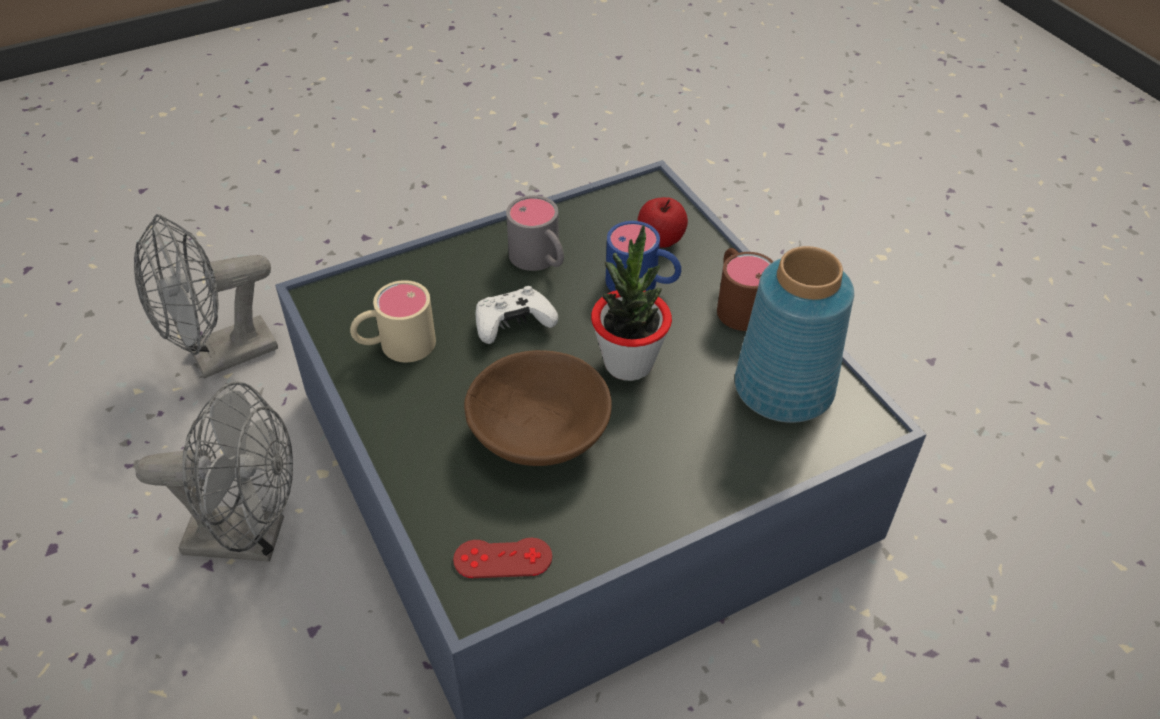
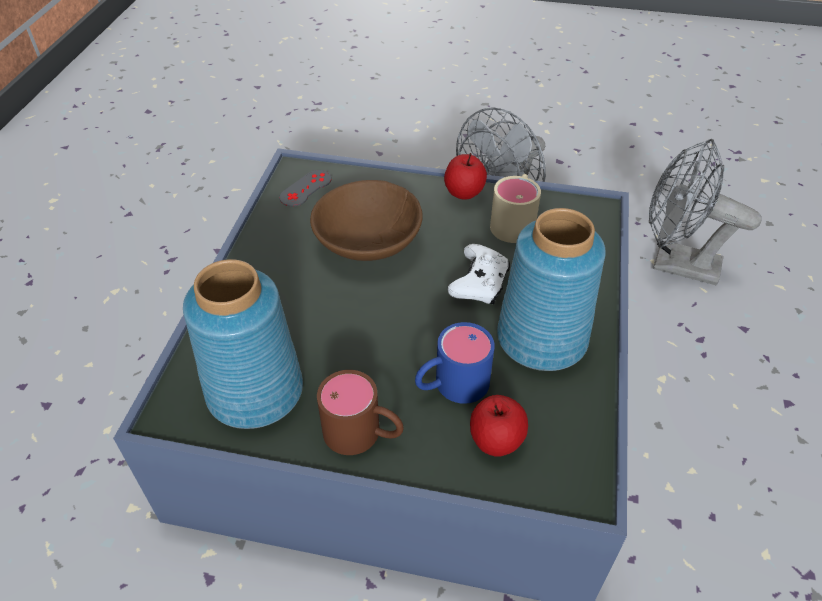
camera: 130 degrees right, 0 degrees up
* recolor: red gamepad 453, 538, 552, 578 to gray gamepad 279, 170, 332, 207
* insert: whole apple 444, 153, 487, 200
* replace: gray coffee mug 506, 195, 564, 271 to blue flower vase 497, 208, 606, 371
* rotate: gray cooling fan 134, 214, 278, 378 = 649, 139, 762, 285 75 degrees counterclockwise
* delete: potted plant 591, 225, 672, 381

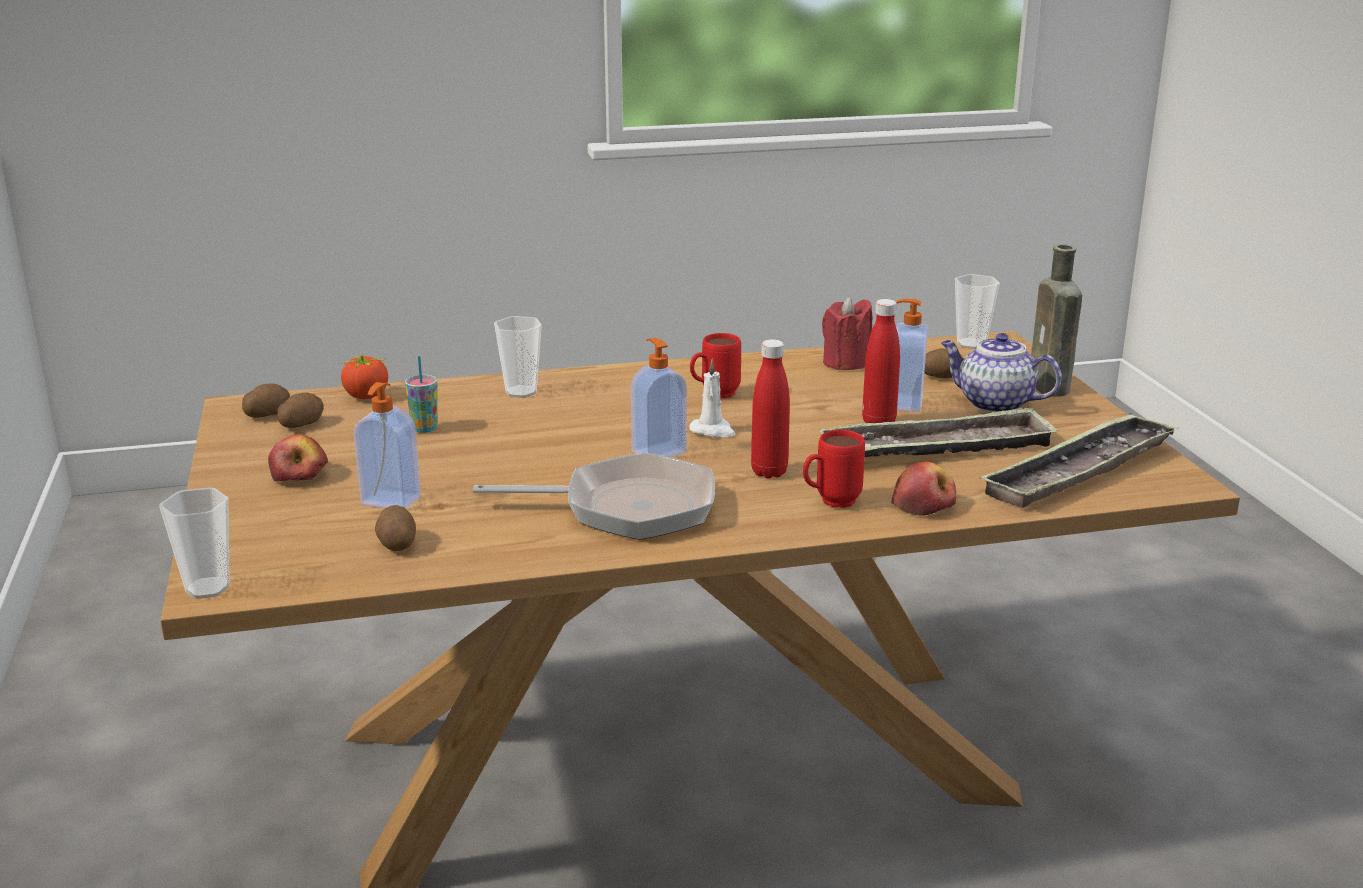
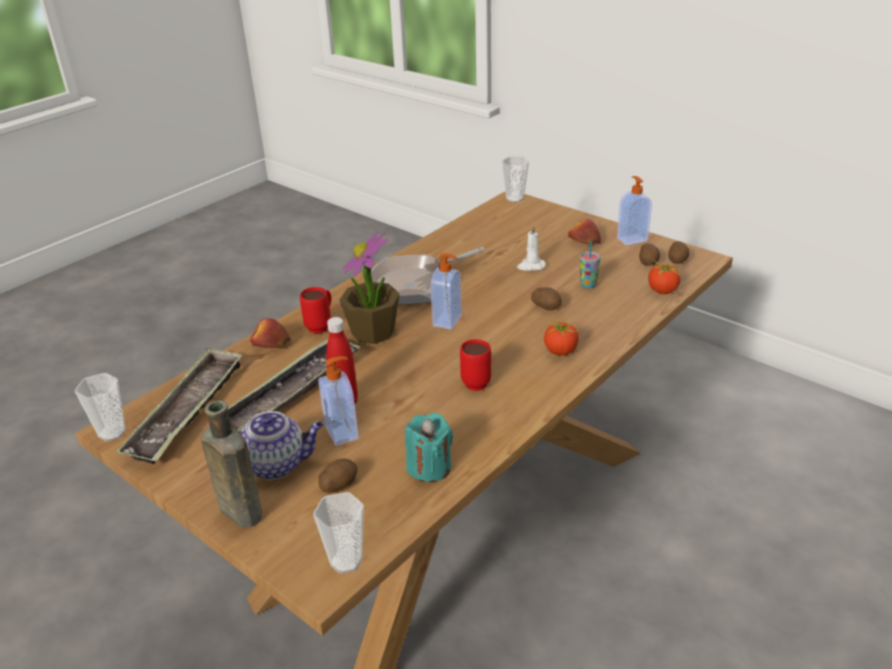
camera: 145 degrees right, 10 degrees up
* move: drinking cup 494, 316, 542, 398 to 75, 373, 126, 441
* replace: red drink bottle 751, 339, 790, 478 to potted plant 339, 232, 400, 344
* recolor: red wax light 822, 296, 872, 370 to turquoise-coloured wax light 405, 413, 453, 482
* move: white-coloured wax light 689, 359, 735, 437 to 517, 225, 546, 271
* move: potato 375, 505, 416, 551 to 531, 287, 562, 310
* insert: whole tomato 544, 322, 580, 356
* move: liquid soap bottle 354, 382, 421, 509 to 617, 176, 652, 245

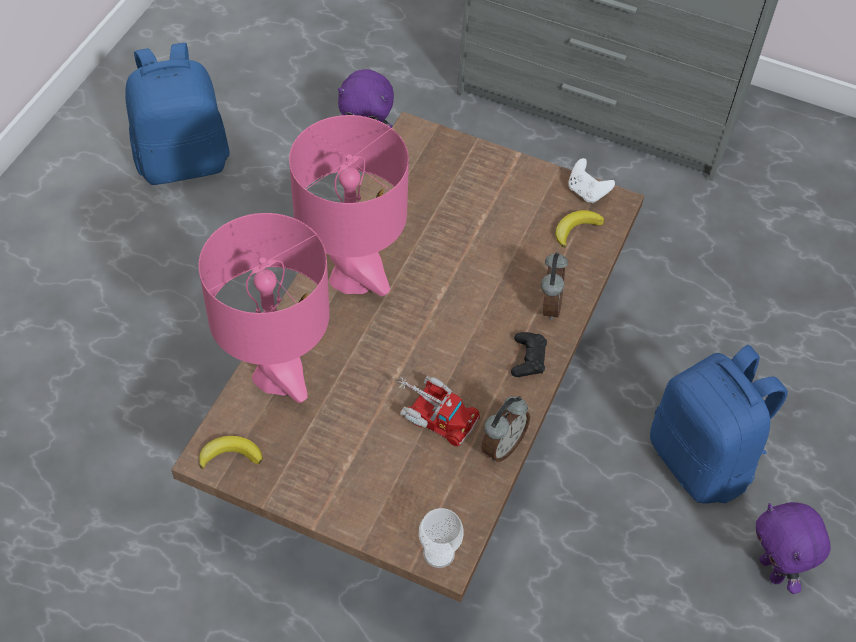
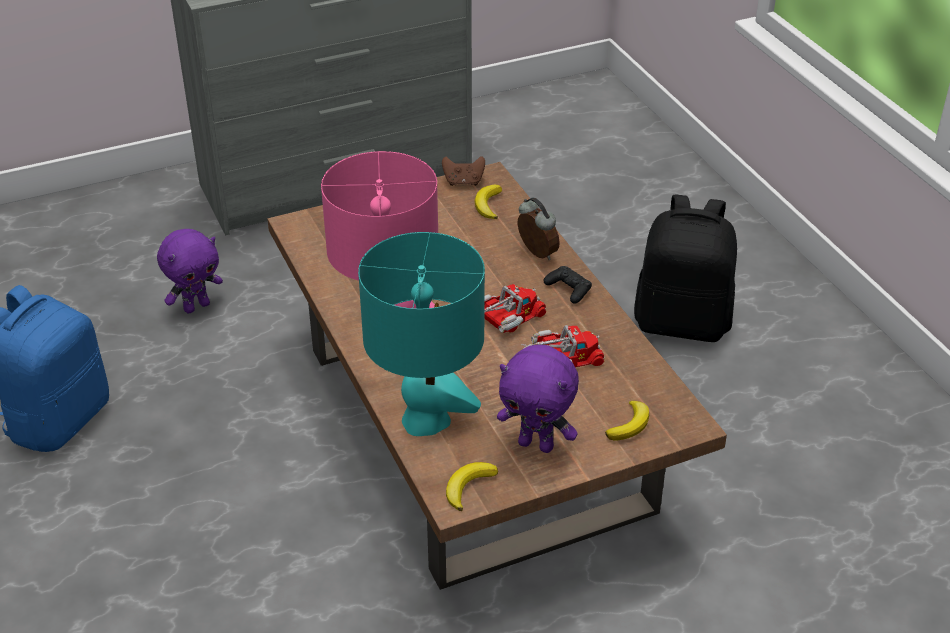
camera: 45 degrees left, 15 degrees down
* recolor: pinkish tabletop lamp 198, 213, 330, 403 to turquoise-coloured tabletop lamp 358, 232, 485, 436
* recolor: white-coloured gamepad 568, 158, 615, 203 to brown-coloured gamepad 442, 156, 485, 186
* insert: model truck 484, 284, 546, 333
* move: purple-coloured cuddly toy 756, 502, 831, 594 to 497, 345, 579, 453
* insert: whole banana 605, 401, 649, 440
* recolor: blue backpack 650, 345, 788, 503 to blackish backpack 634, 195, 737, 342
* delete: drinking cup 419, 508, 464, 568
* delete: alarm clock 481, 396, 530, 462

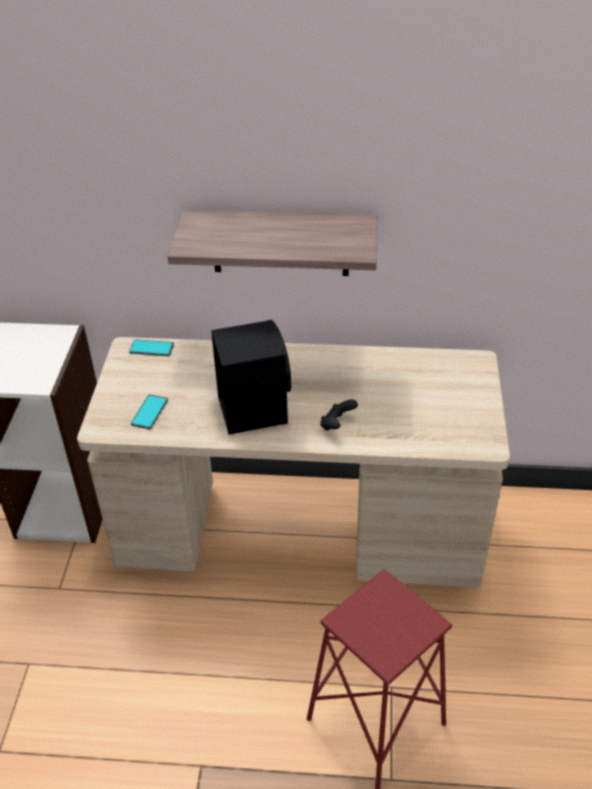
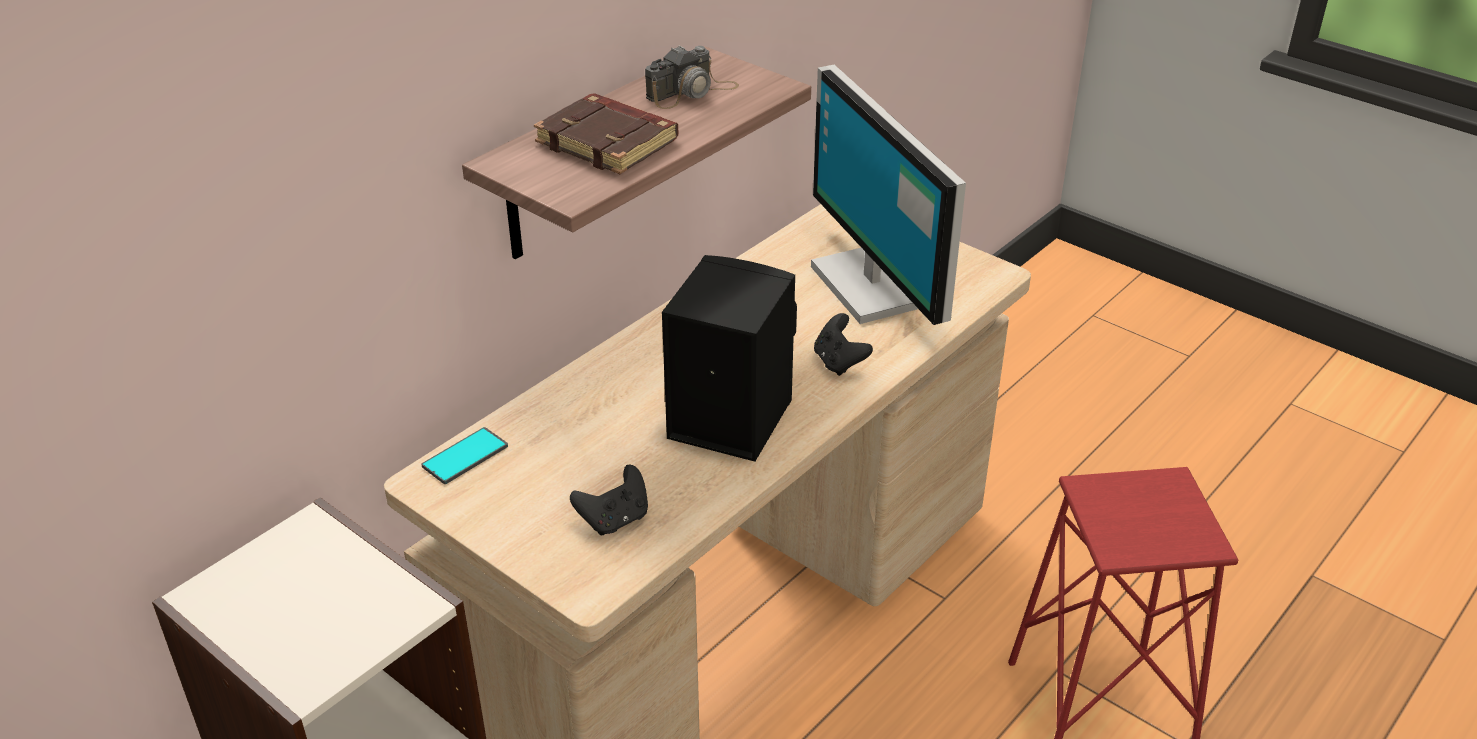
camera: 55 degrees left, 5 degrees down
* insert: brown-coloured book 534, 93, 678, 174
* replace: phone 131, 395, 168, 429 to blackish gamepad 570, 465, 648, 536
* insert: still camera 645, 45, 739, 109
* insert: monitor 811, 65, 966, 325

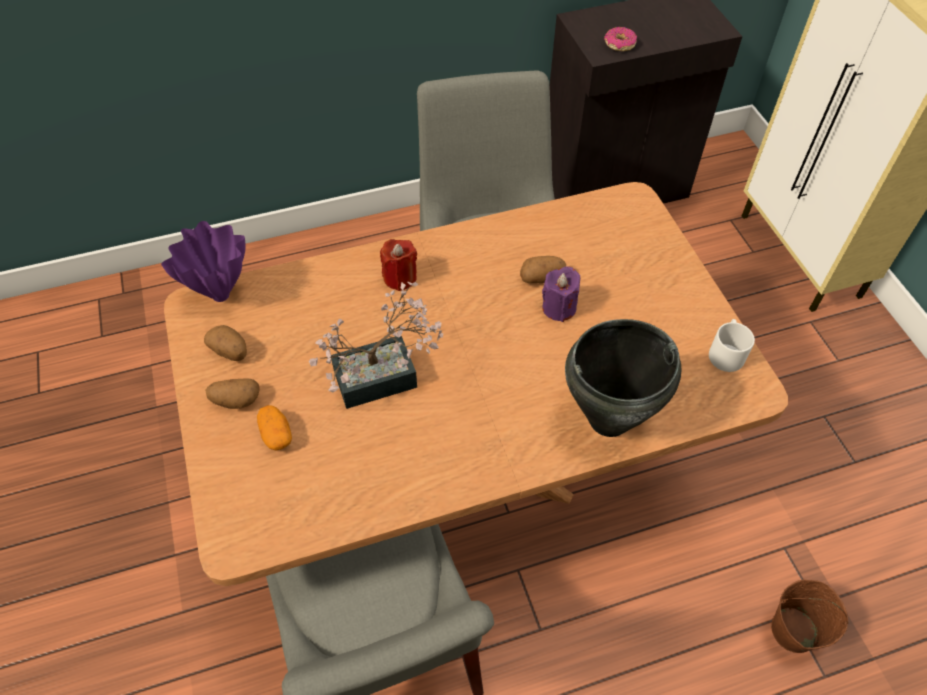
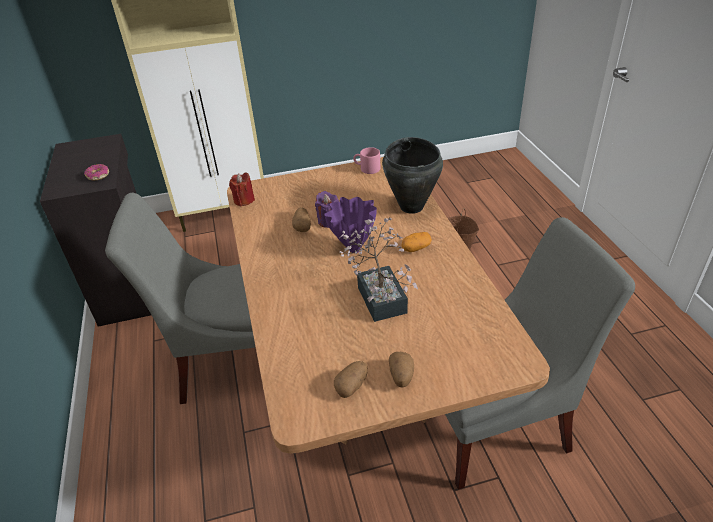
camera: 85 degrees left, 15 degrees down
* move: red wax light 380, 239, 417, 291 to 229, 172, 255, 207
* move: purple-coloured flower vase 161, 221, 246, 302 to 324, 197, 377, 253
* recolor: white-coloured coffee mug 709, 319, 755, 372 to pinkish coffee mug 353, 147, 380, 174
* move: potato 257, 405, 292, 451 to 401, 232, 432, 252

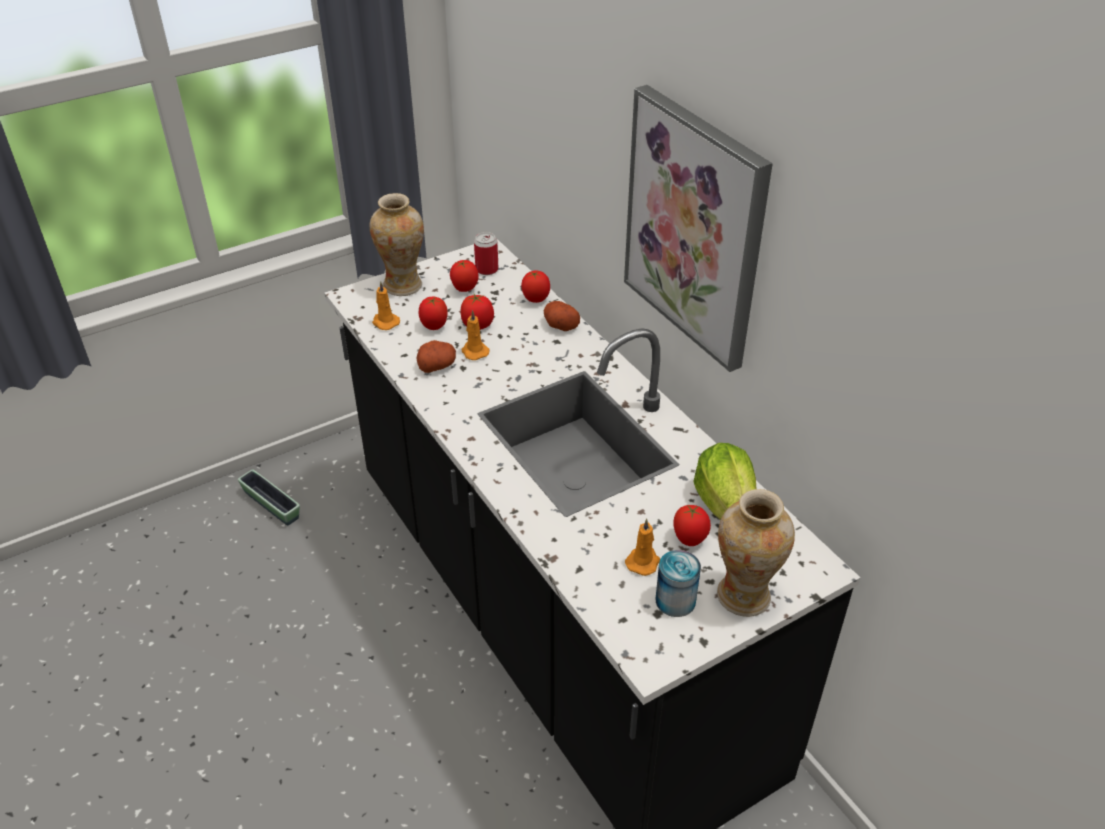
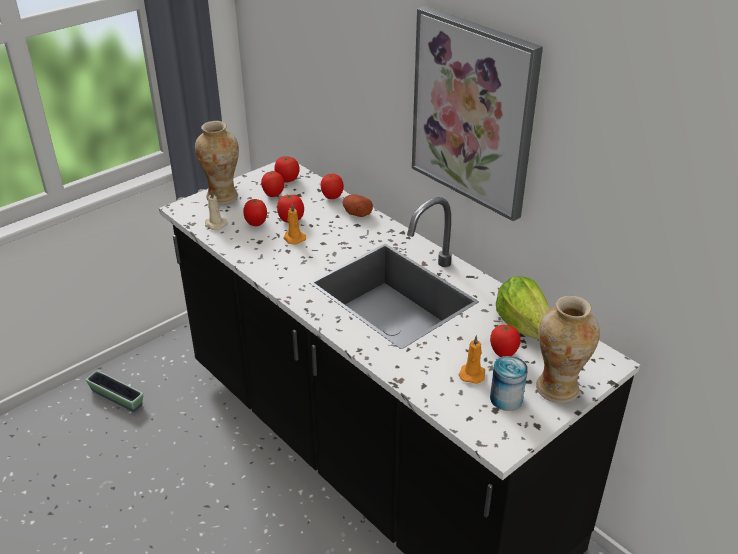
camera: 10 degrees left, 5 degrees down
* recolor: orange-coloured wax light 372, 281, 400, 330 to beige-coloured wax light 205, 190, 228, 230
* replace: can 474, 232, 499, 275 to whole tomato 274, 156, 300, 182
* delete: potato 416, 340, 456, 373

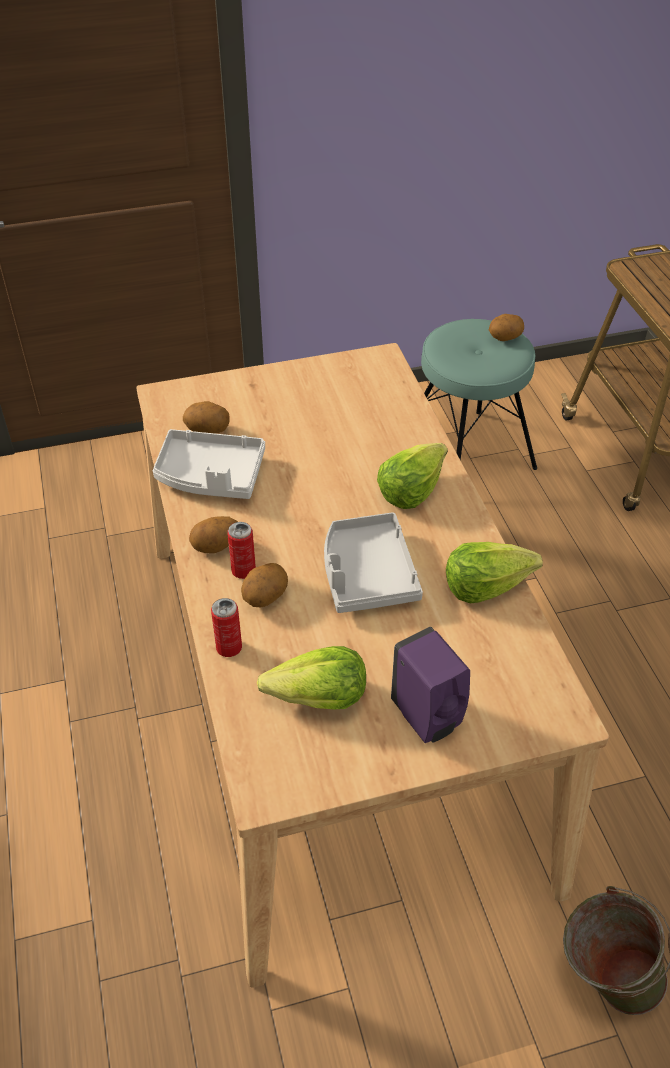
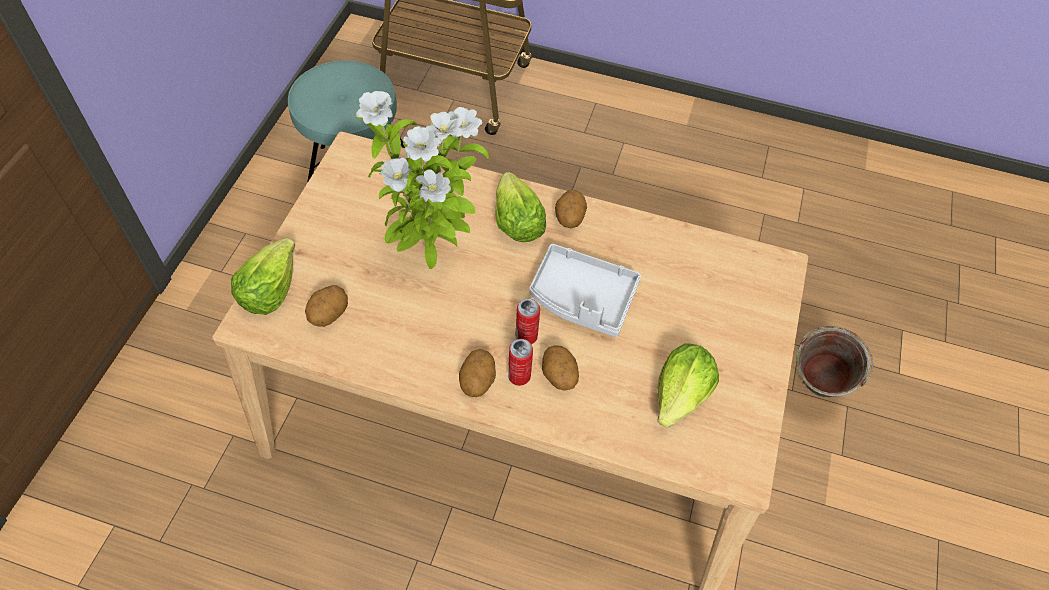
camera: 60 degrees left, 10 degrees up
* move: lettuce 446, 542, 543, 604 to 231, 238, 295, 315
* insert: potted plant 356, 91, 489, 269
* move: can 211, 598, 242, 657 to 516, 298, 540, 344
* move: potato 489, 314, 524, 341 to 555, 190, 587, 228
* delete: white-coloured serving tray 153, 429, 265, 499
* delete: purple-coloured liquid soap bottle 391, 627, 470, 743

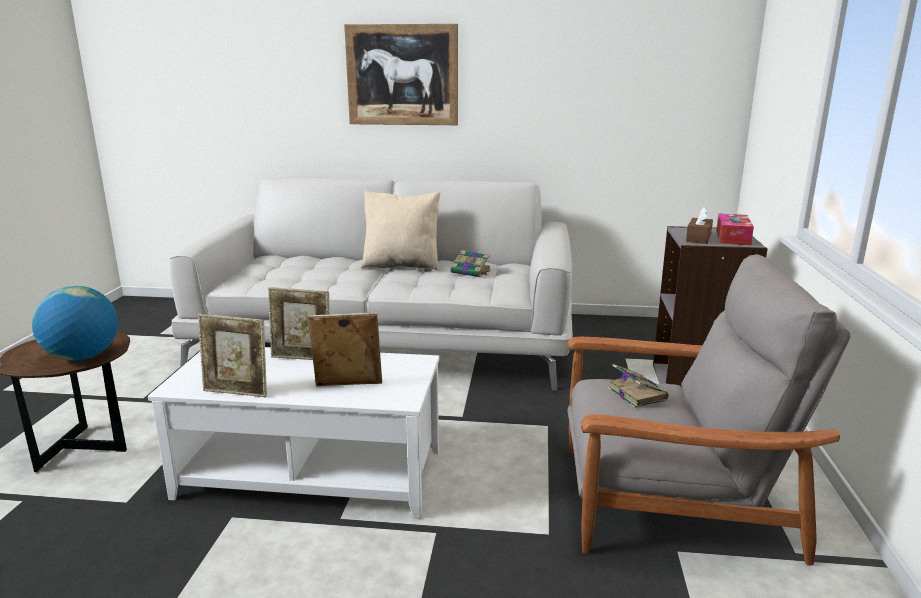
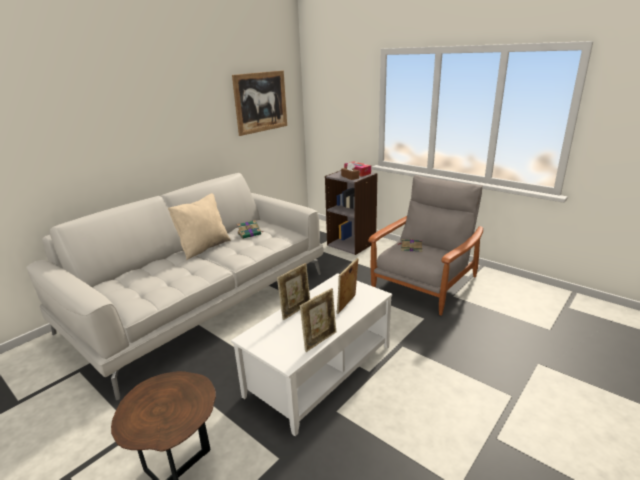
camera: 55 degrees left, 5 degrees up
* move: wall art 344, 24, 458, 125 to 232, 70, 287, 136
* delete: globe 32, 286, 118, 361

